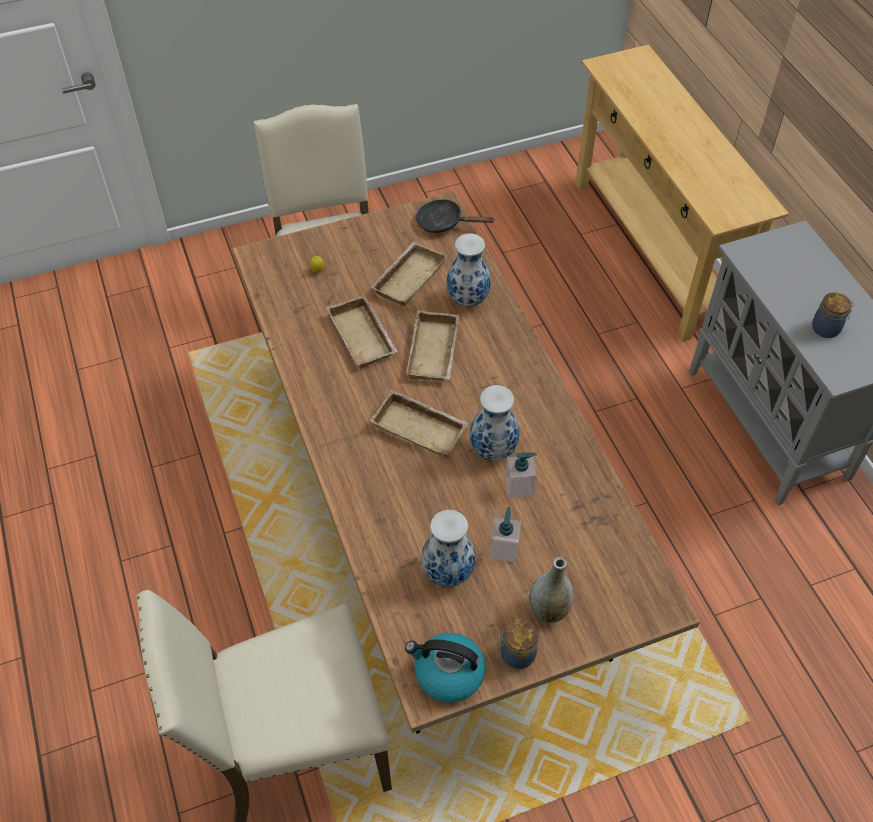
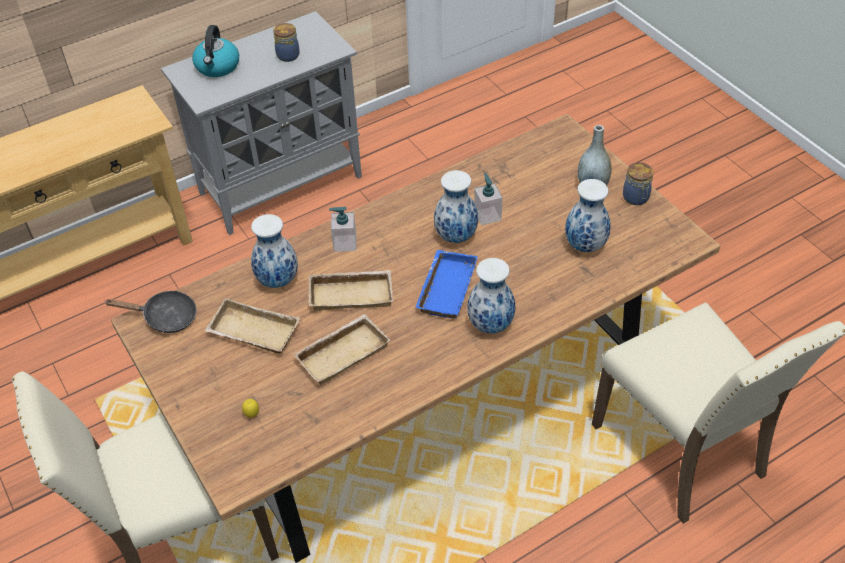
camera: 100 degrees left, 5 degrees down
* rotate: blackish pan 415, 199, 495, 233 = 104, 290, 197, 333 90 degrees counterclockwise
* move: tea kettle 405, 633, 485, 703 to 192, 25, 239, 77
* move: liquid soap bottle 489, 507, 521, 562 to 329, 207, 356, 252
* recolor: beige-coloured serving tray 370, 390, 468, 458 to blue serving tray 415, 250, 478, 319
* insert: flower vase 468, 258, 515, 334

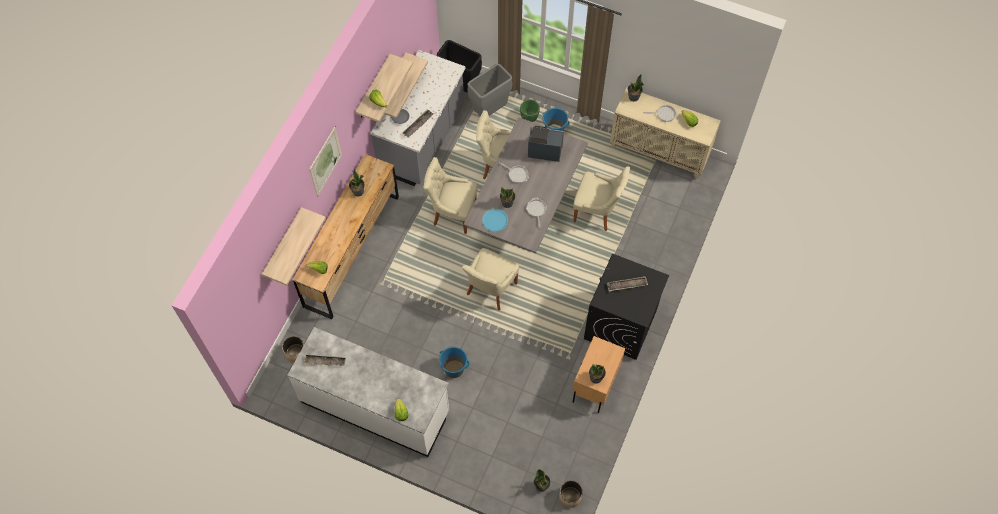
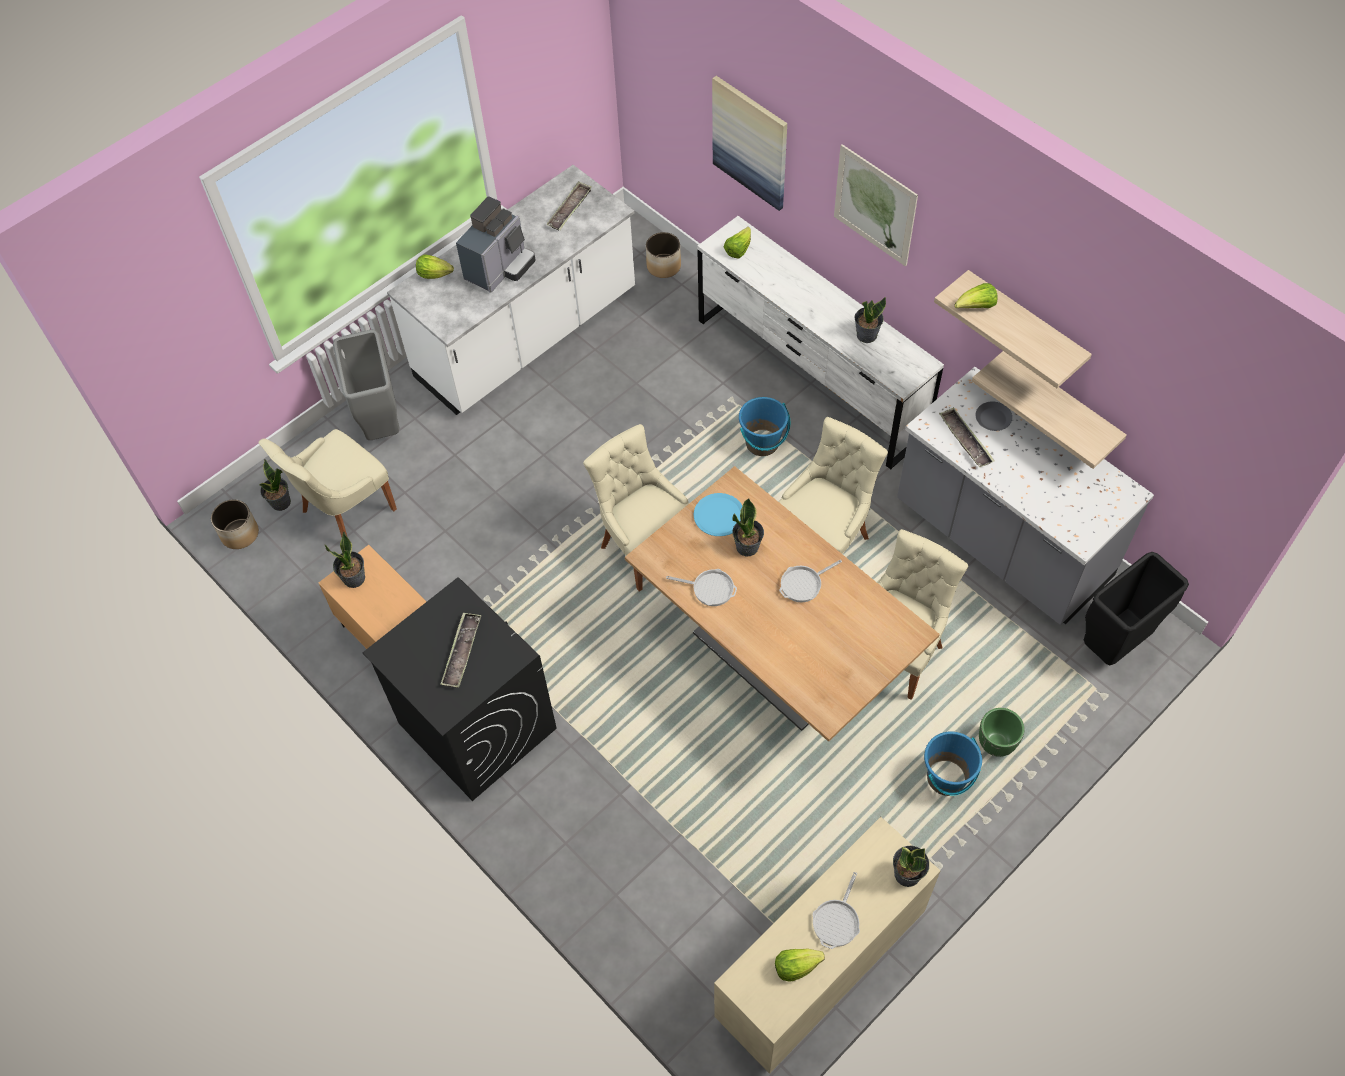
camera: 115 degrees right, 5 degrees down
* move: beige-coloured upright chair 573, 166, 630, 231 to 258, 429, 397, 537
* move: gray trash can 467, 64, 512, 117 to 333, 329, 400, 440
* move: coffee maker 528, 126, 564, 162 to 456, 196, 535, 293
* recolor: gray dining table 464, 117, 588, 253 to brown-coloured dining table 625, 466, 940, 742
* recolor: brown-coloured drawer chest 293, 154, 399, 319 to white-coloured drawer chest 697, 216, 944, 469
* replace: shelf 262, 207, 326, 286 to wall art 712, 76, 787, 211
* move: blue pail 439, 346, 469, 378 to 739, 397, 790, 456

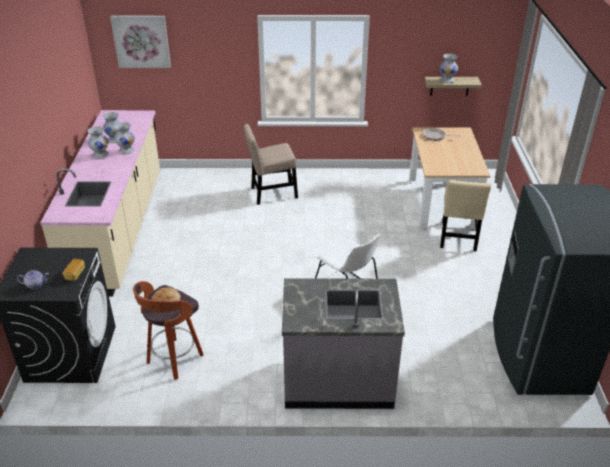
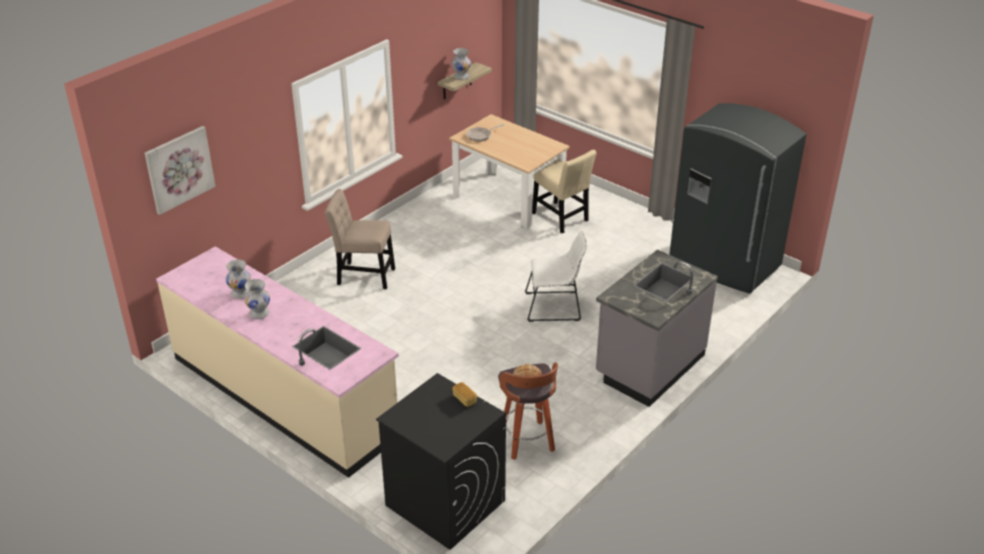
camera: 50 degrees left, 0 degrees up
* rotate: beige-coloured upright chair 244, 124, 298, 205 = 325, 189, 395, 289 75 degrees clockwise
* delete: teapot 17, 270, 49, 290
* delete: white-coloured flower vase 114, 122, 135, 154

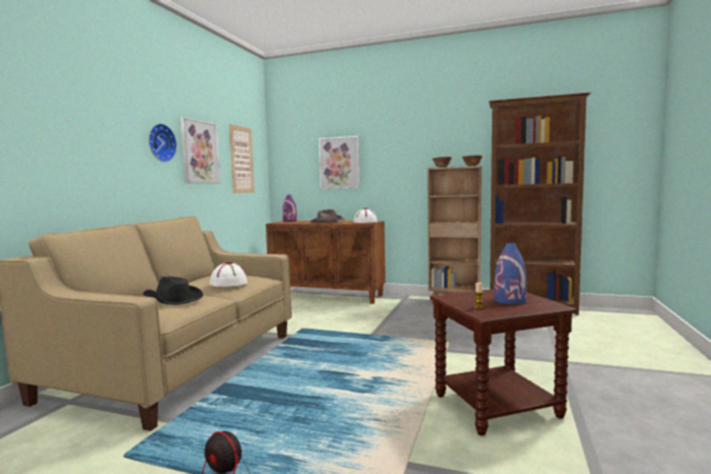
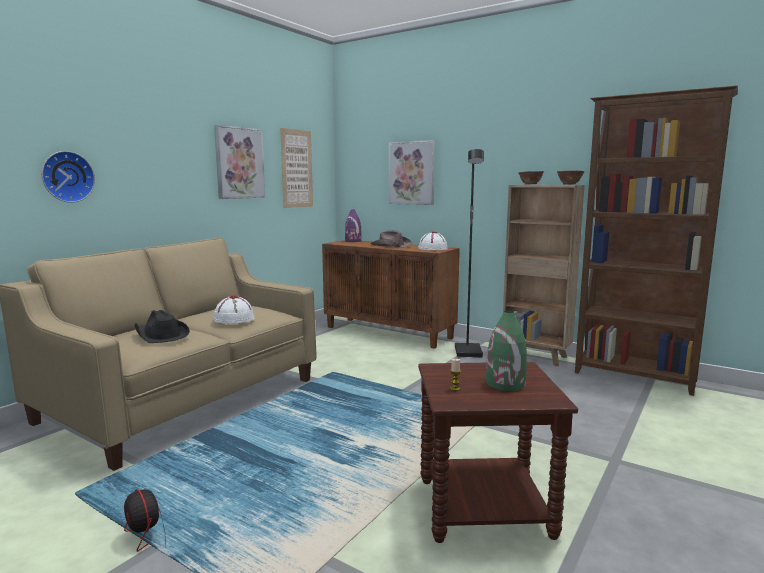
camera: 15 degrees right, 5 degrees up
* move: hanging clock 149, 124, 177, 162 to 42, 151, 95, 203
* insert: blackish standard lamp 455, 149, 484, 358
* recolor: blue flower vase 494, 243, 527, 305 to green-coloured flower vase 486, 311, 527, 391

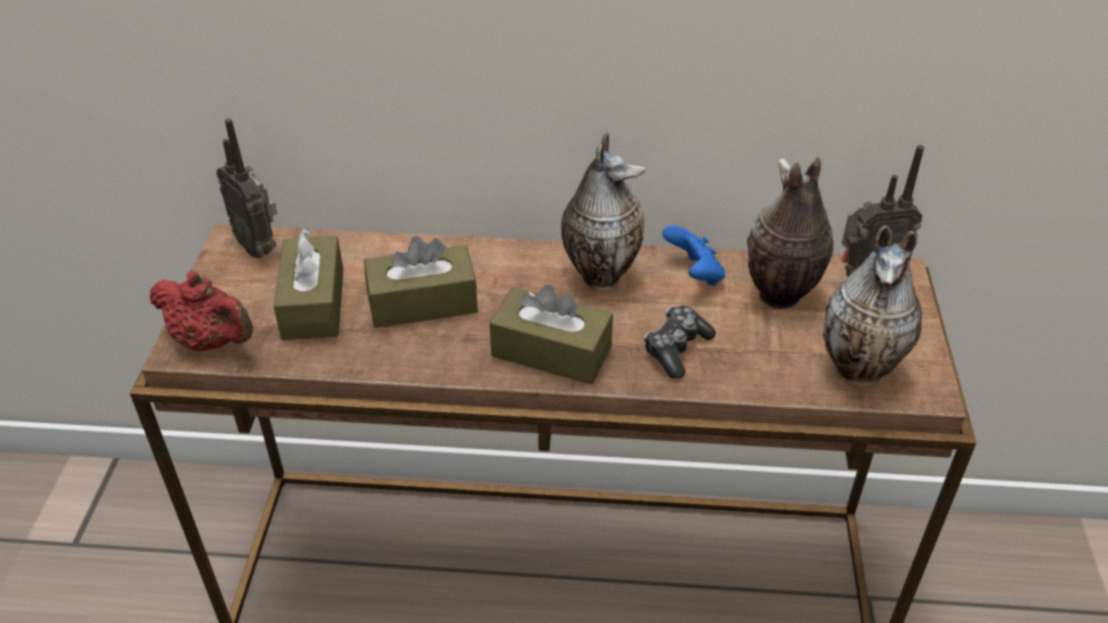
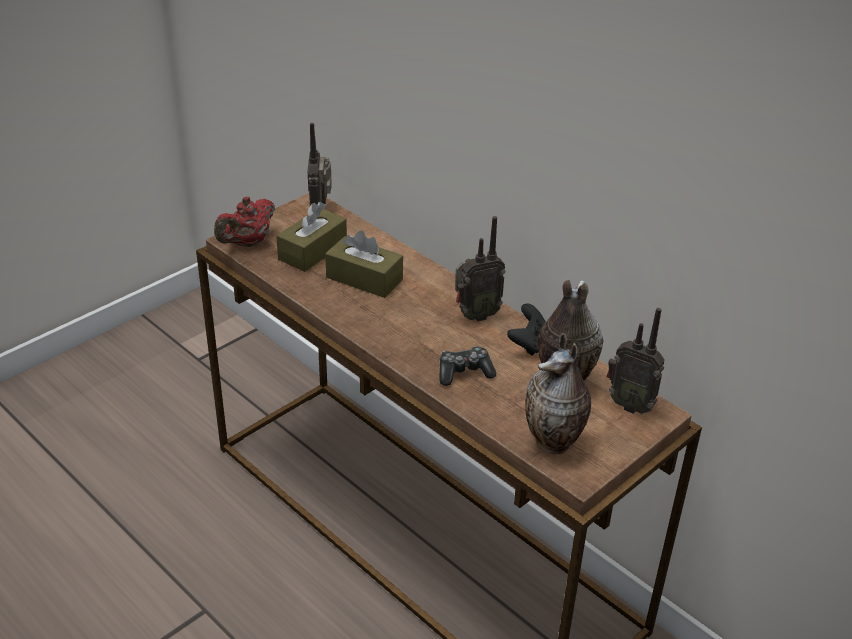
camera: 40 degrees right, 5 degrees down
* rotate: red teapot 149, 271, 253, 351 = 214, 197, 275, 247 60 degrees clockwise
* replace: flower vase 561, 132, 645, 291 to radio 455, 216, 505, 322
* recolor: blue gamepad 662, 225, 725, 286 to blackish gamepad 507, 303, 546, 356
* delete: brown-coloured tissue holder 489, 285, 613, 385

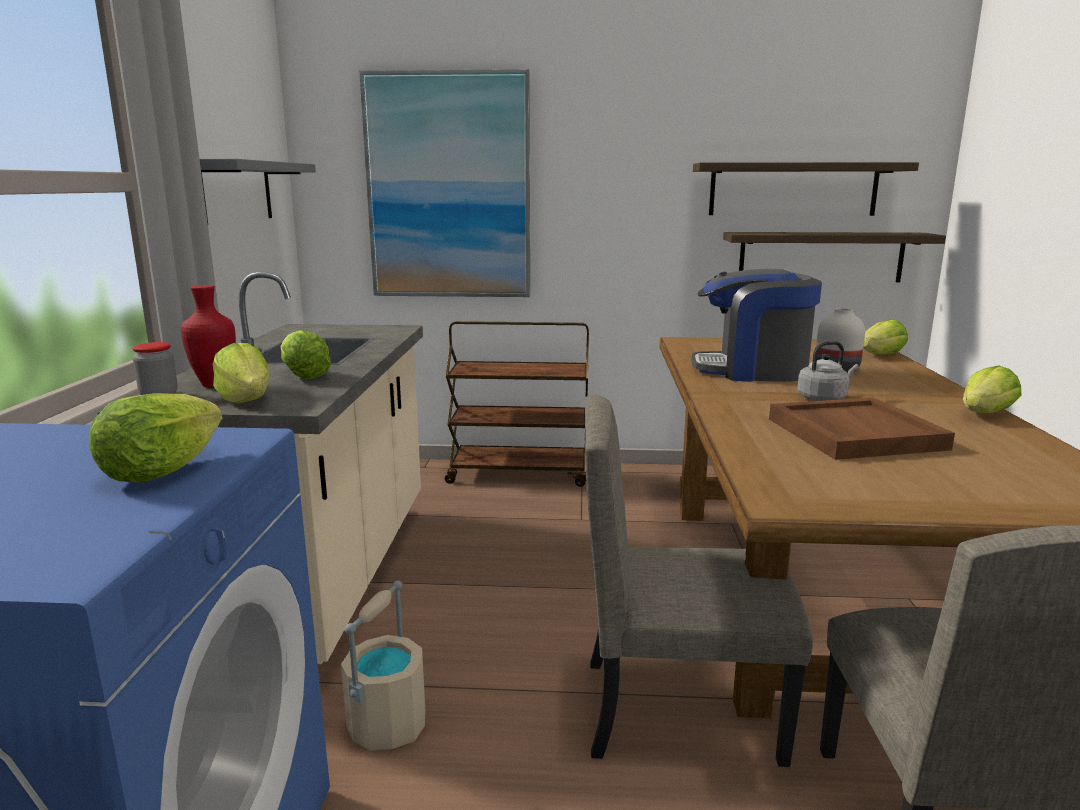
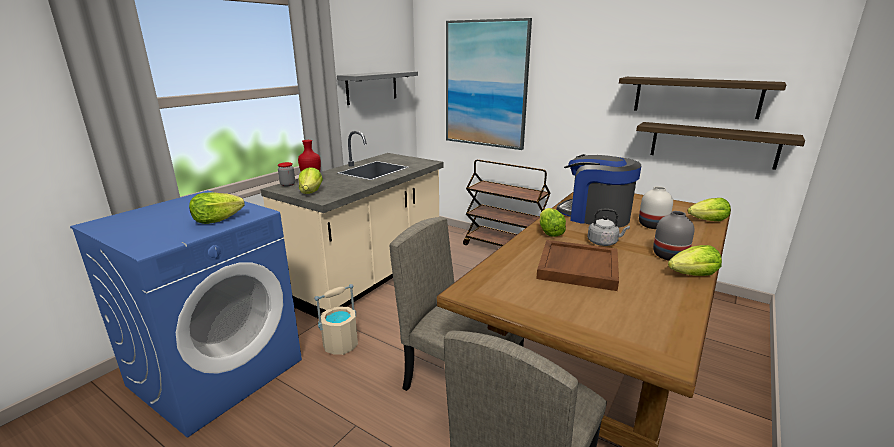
camera: 30 degrees right, 5 degrees up
* move: lettuce 281, 330, 331, 379 to 540, 208, 566, 237
* insert: gray flower vase 653, 211, 694, 261

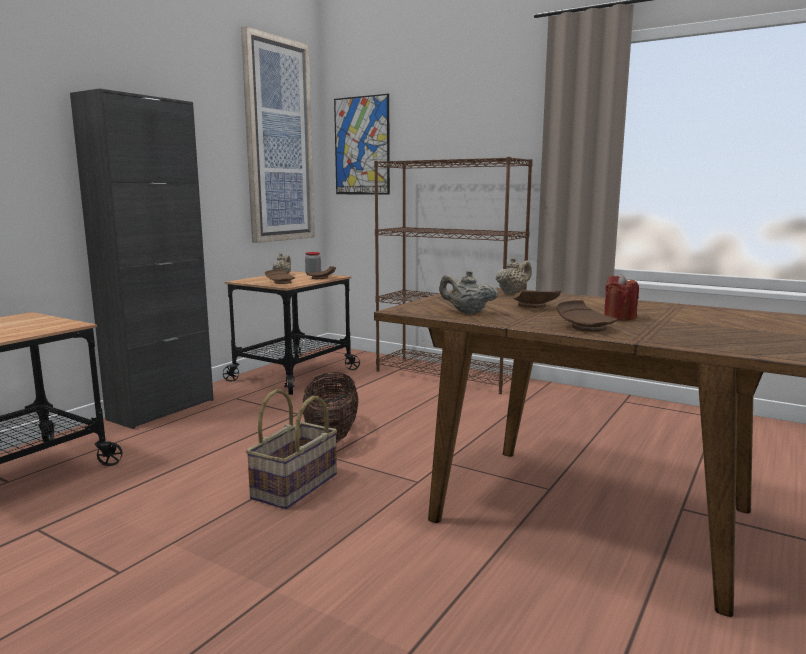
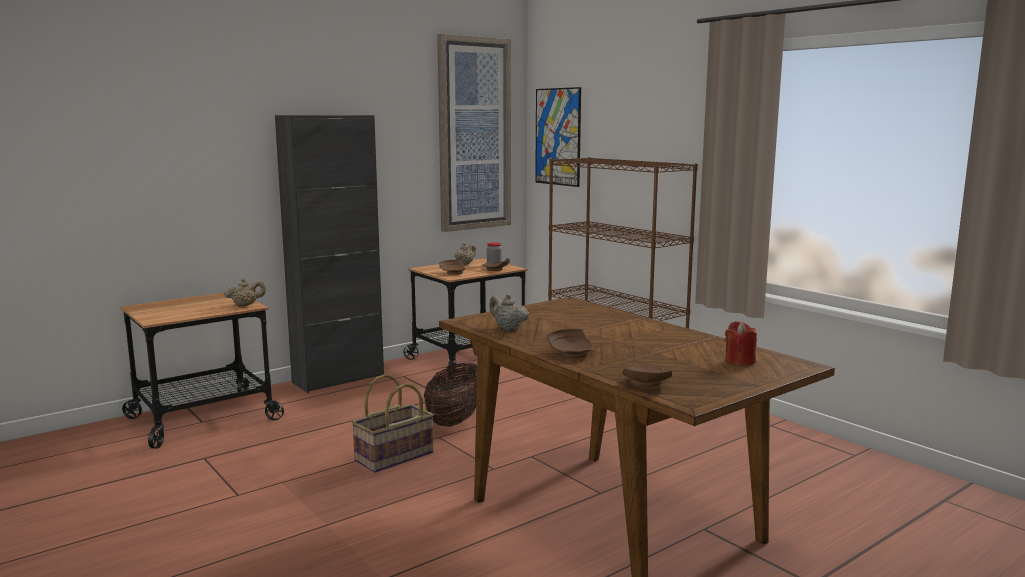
camera: 20 degrees right, 0 degrees up
* move: beige-coloured teapot 496, 257, 532, 294 to 224, 278, 266, 306
* move: brown-coloured dinner plate 513, 290, 561, 308 to 622, 364, 672, 387
* move: red wax light 604, 274, 639, 321 to 725, 321, 757, 366

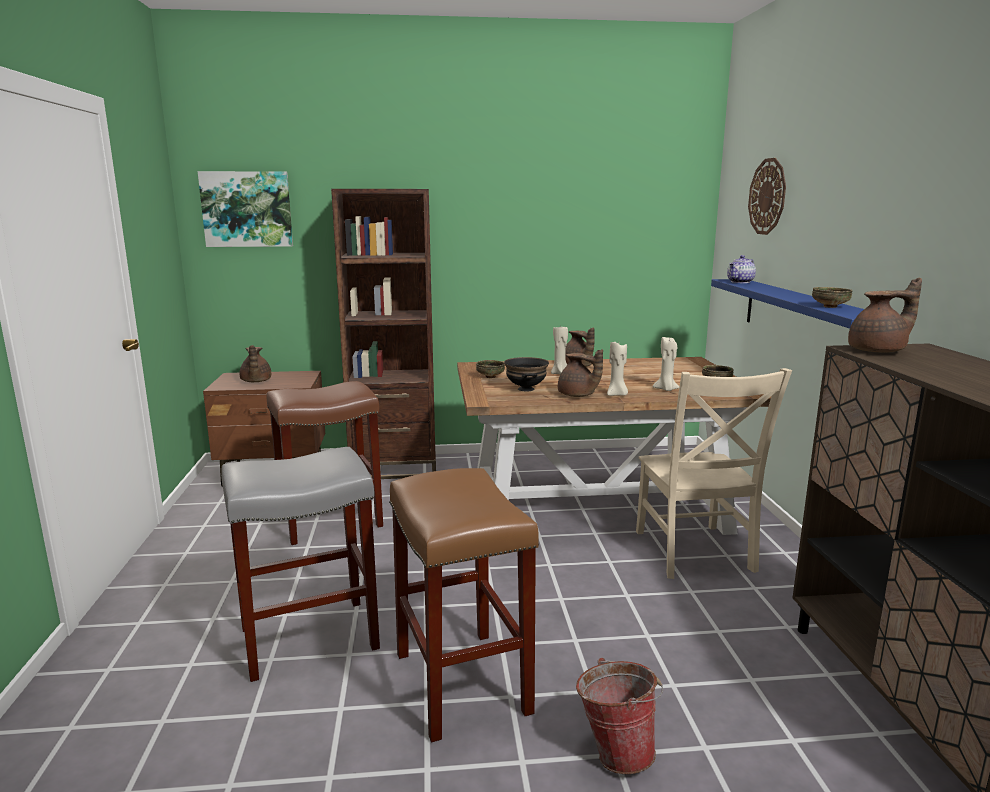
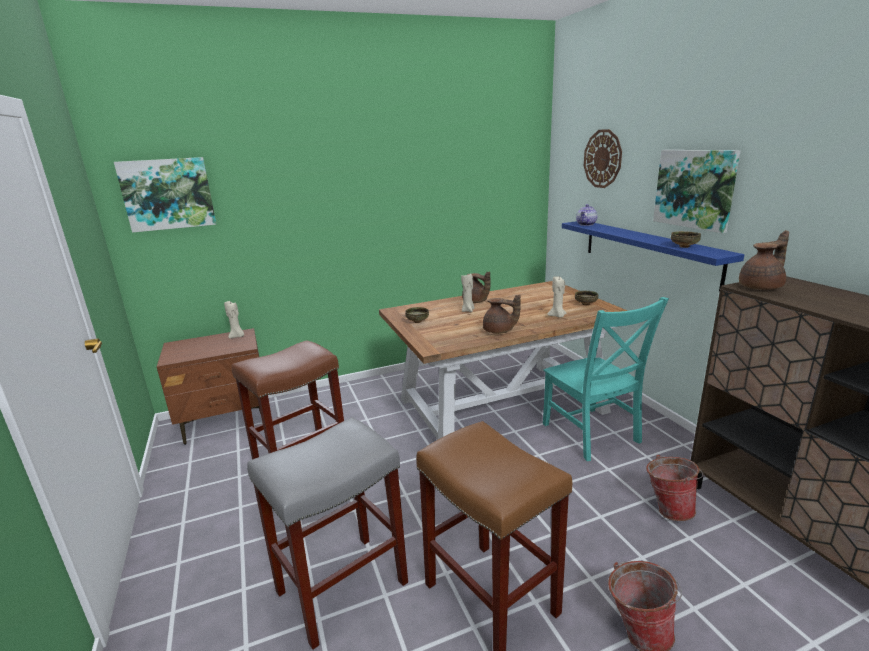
camera: 15 degrees left, 5 degrees up
* move: beige-coloured wax light 607, 342, 628, 396 to 224, 301, 244, 339
* recolor: beige-coloured upright chair 636, 368, 792, 579 to turquoise-coloured upright chair 543, 297, 669, 461
* insert: pail 646, 455, 703, 521
* insert: wall art 653, 150, 740, 233
* delete: brown-coloured teapot 239, 345, 271, 382
* delete: brown-coloured bookcase 331, 189, 436, 479
* delete: blackish deep dish 504, 357, 549, 391

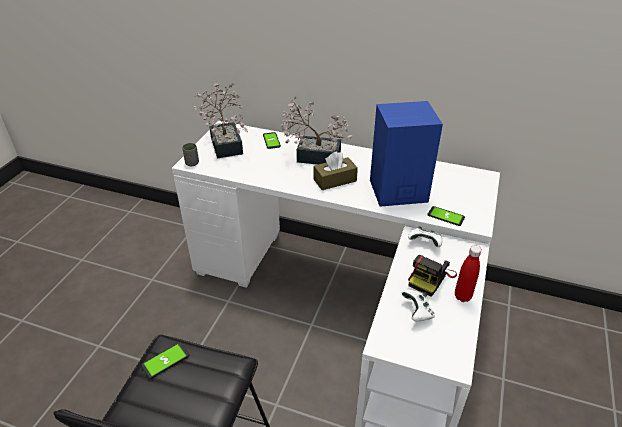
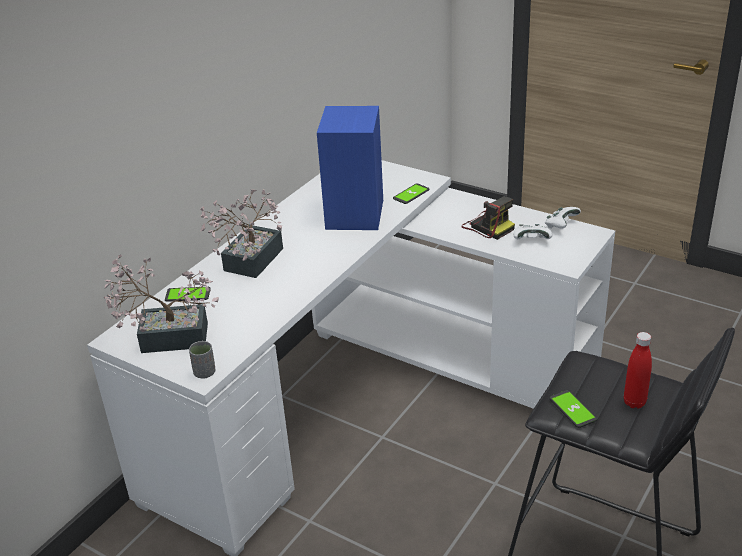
camera: 75 degrees left, 5 degrees down
* move: white-coloured gamepad 408, 226, 442, 247 to 545, 207, 581, 229
* move: red drink bottle 455, 245, 482, 302 to 624, 332, 652, 409
* delete: brown-coloured tissue holder 314, 151, 358, 190

